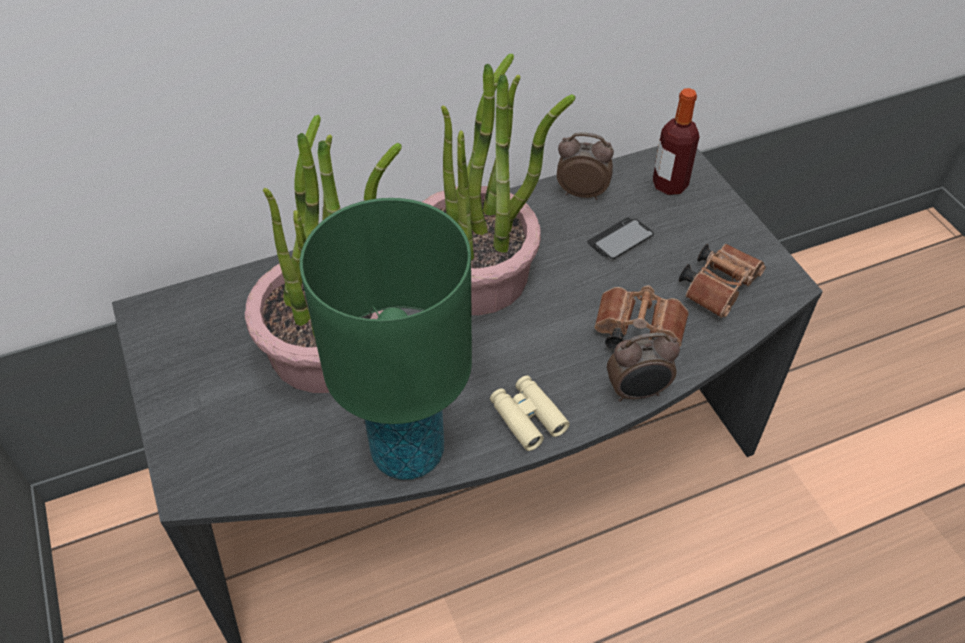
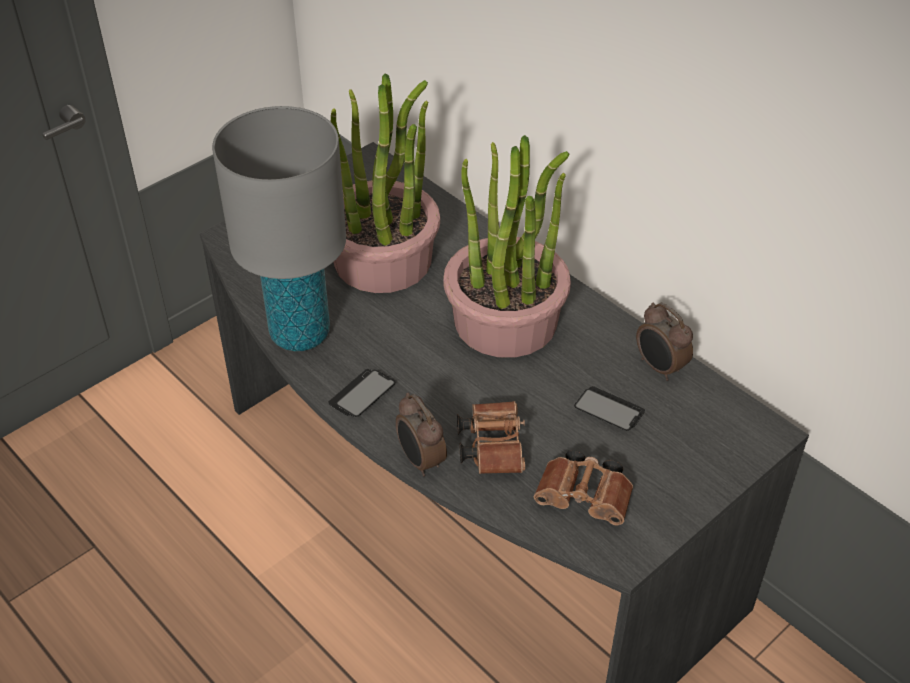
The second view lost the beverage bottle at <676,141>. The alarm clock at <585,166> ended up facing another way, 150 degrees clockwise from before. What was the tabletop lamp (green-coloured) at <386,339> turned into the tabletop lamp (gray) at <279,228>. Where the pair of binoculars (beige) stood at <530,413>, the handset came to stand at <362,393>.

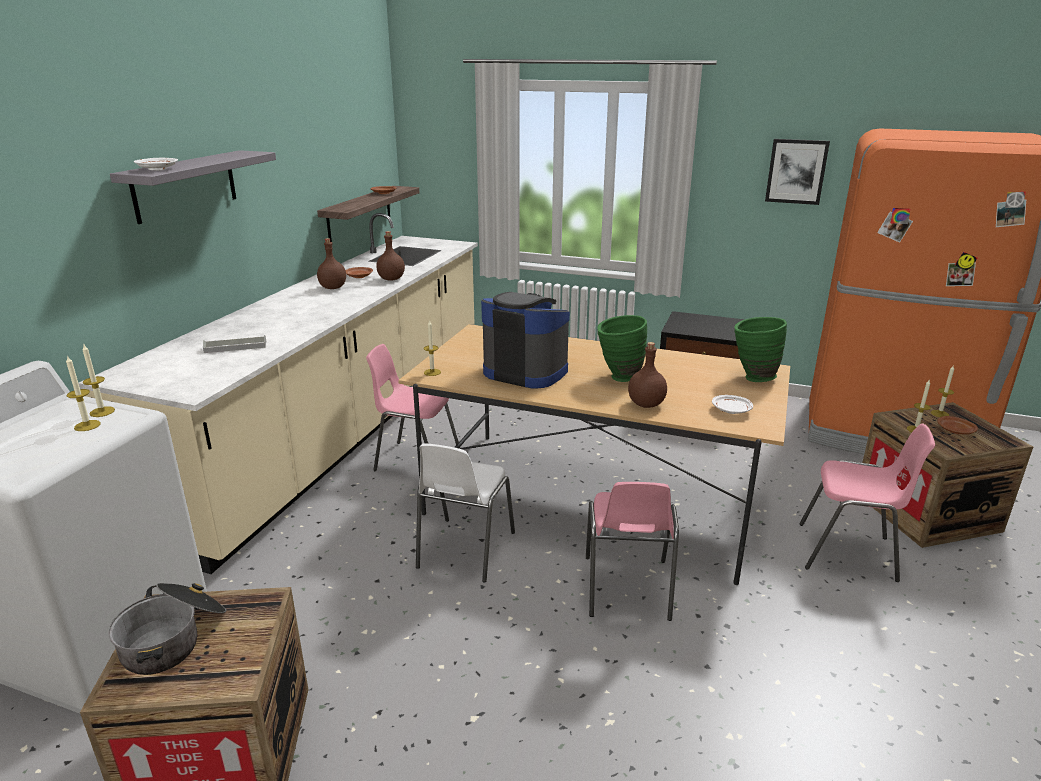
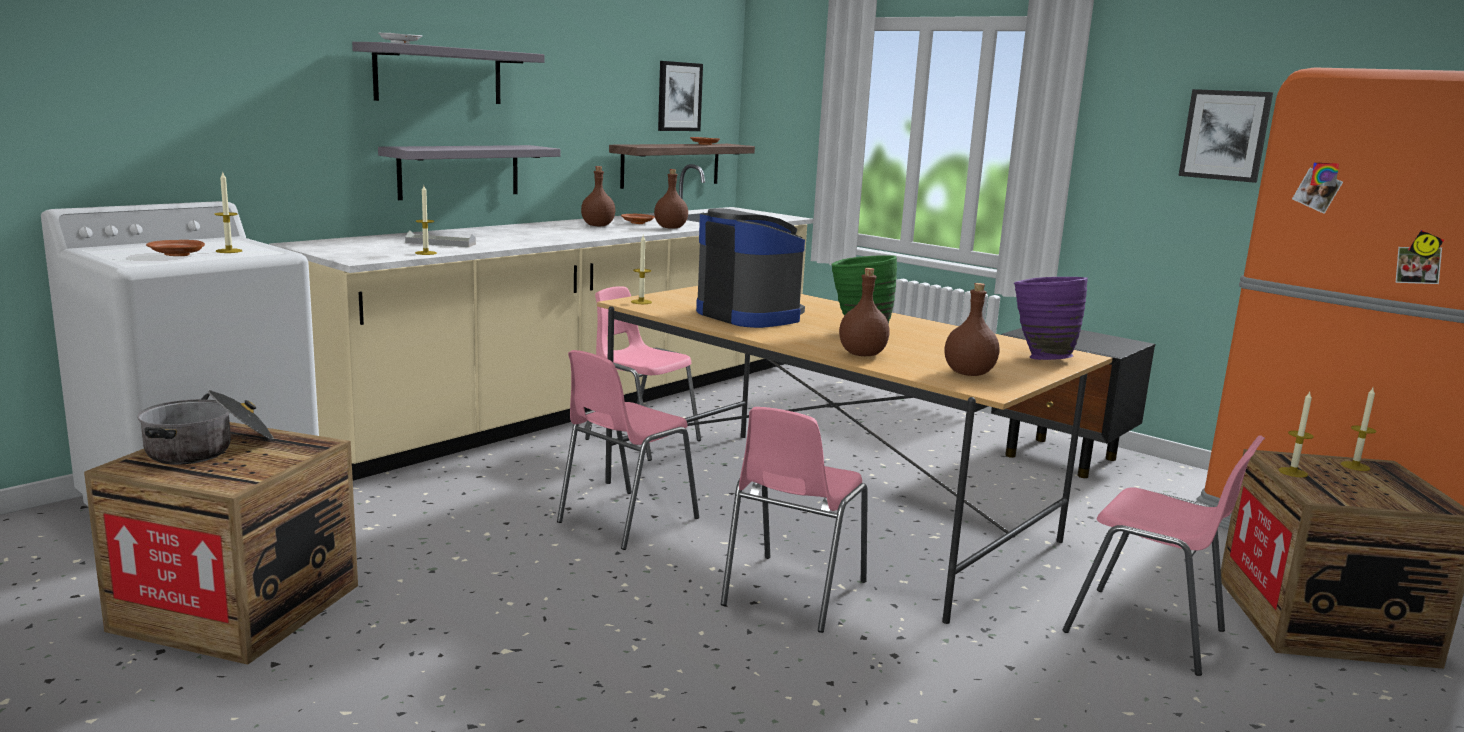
What was the decorative vase (green-coloured) at <760,349> turned into the decorative vase (purple) at <1051,318>. The candle ended up elsewhere, having gone from <98,380> to <426,220>. Where the dinner plate (white) stood at <732,404>, the beverage bottle (brown) came to stand at <972,329>. The dinner plate (brown) ended up elsewhere, having gone from <957,425> to <175,248>. What was the upright chair (white) at <465,512> turned into the upright chair (pinkish) at <628,450>. The second view gained the wall art at <680,96>. The second view gained the bracket shelf (gray) at <469,172>.

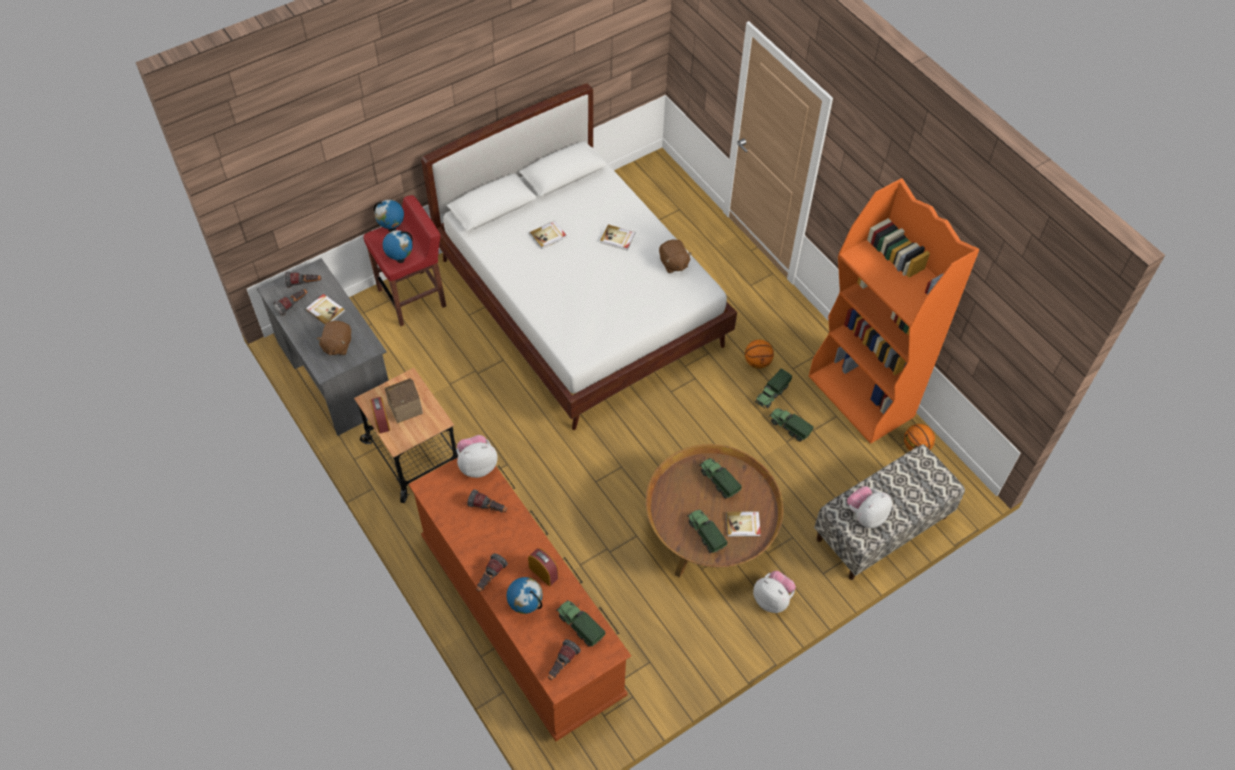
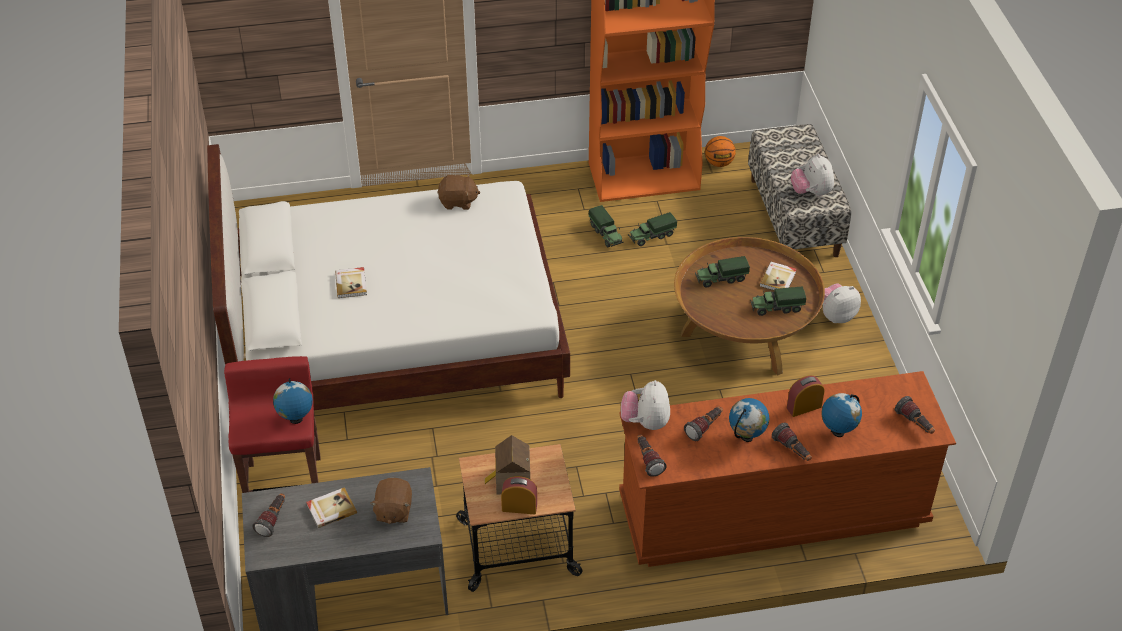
The world globe ended up elsewhere, having gone from <389,216> to <749,420>. The second view lost the volume at <617,237>. The flashlight ended up elsewhere, having gone from <290,302> to <652,456>. The soft toy (brown) at <334,338> ended up facing another way, 60 degrees clockwise from before. The second view lost the ball for basketball at <759,354>. The second view lost the model truck at <581,623>.

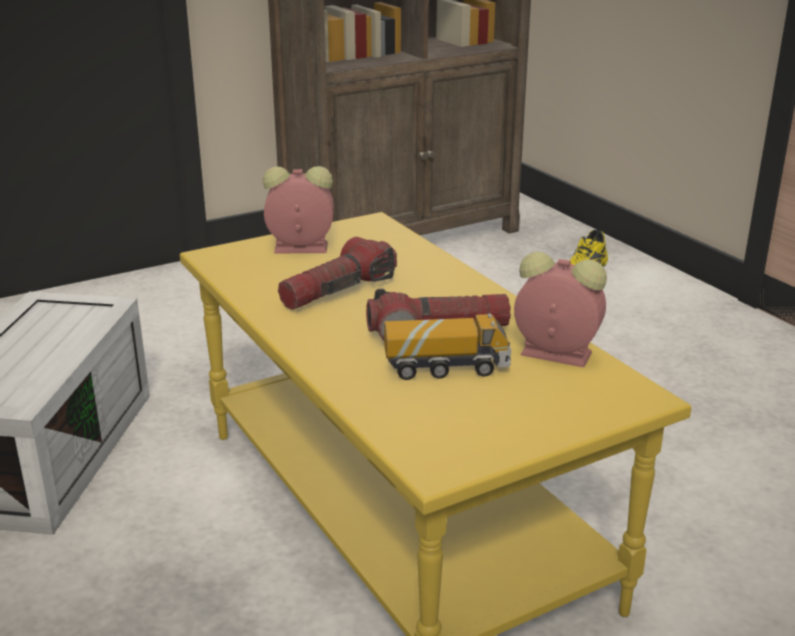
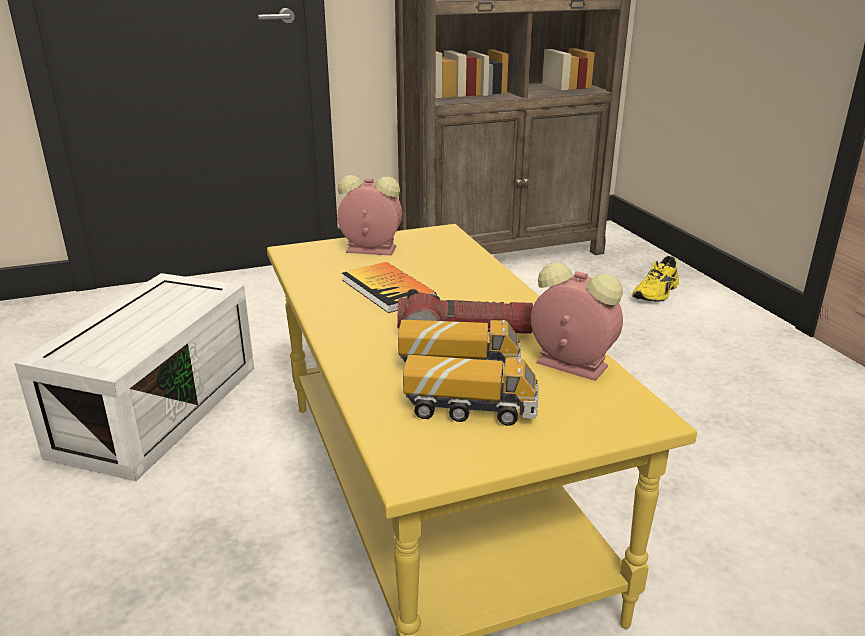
Where the flashlight stood at <337,273>, the volume came to stand at <389,287>. The second view gained the model truck at <471,390>.

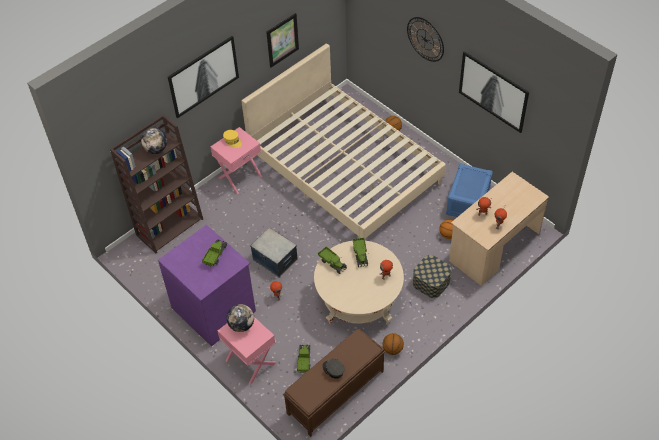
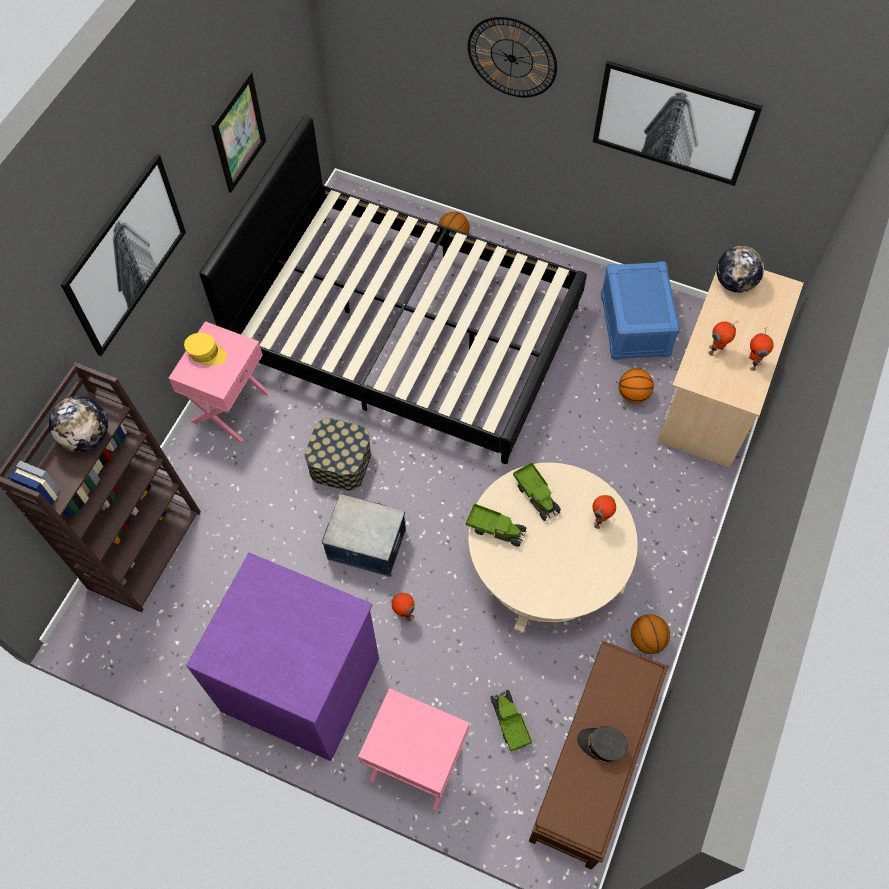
What was the bed (beige) at <343,142> turned into the bed (black-coloured) at <393,290>. The second view lost the model truck at <214,252>. The storage container ended up elsewhere, having gone from <432,276> to <338,454>. The world globe ended up elsewhere, having gone from <240,318> to <740,269>.

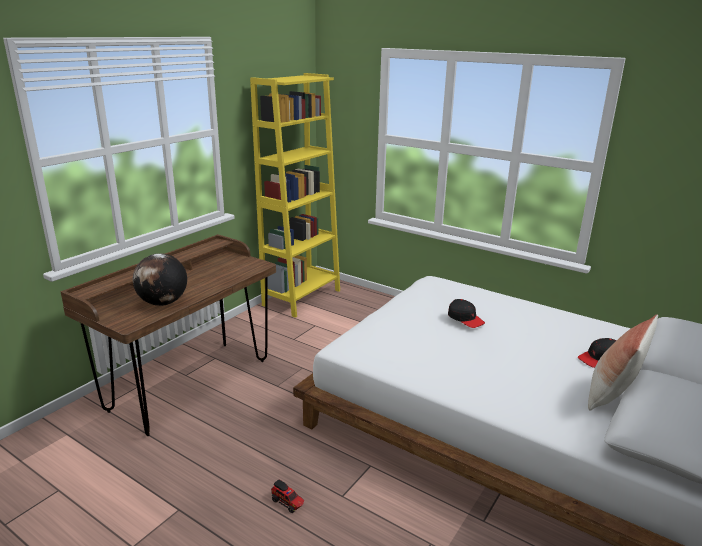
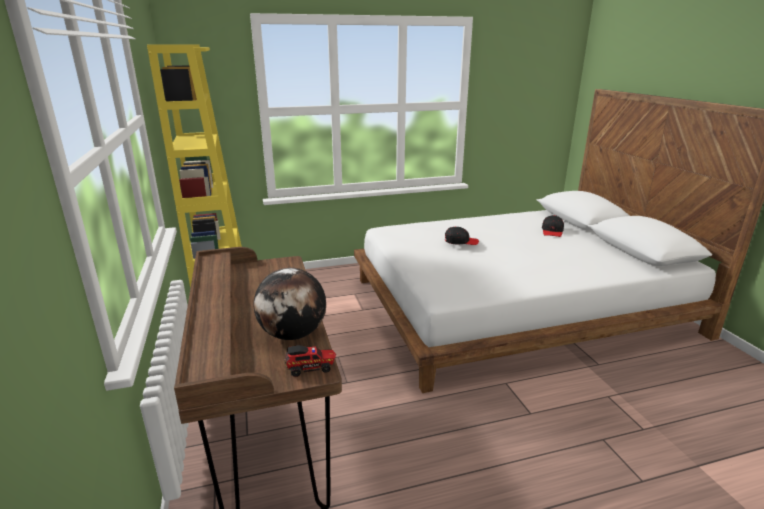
The second view lost the throw pillow at <623,362>. The model truck ended up elsewhere, having gone from <287,496> to <310,361>.

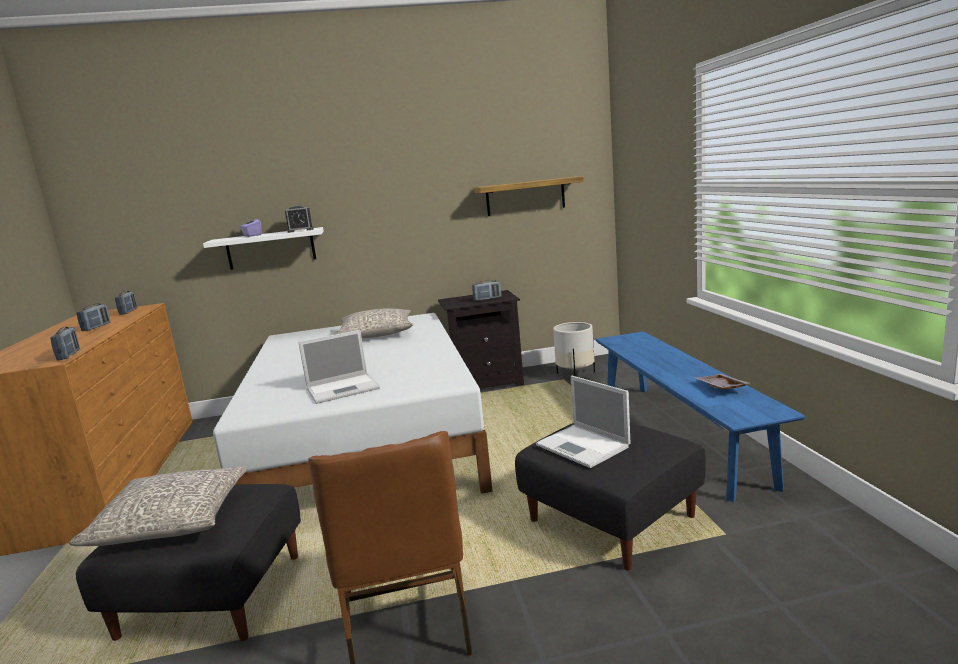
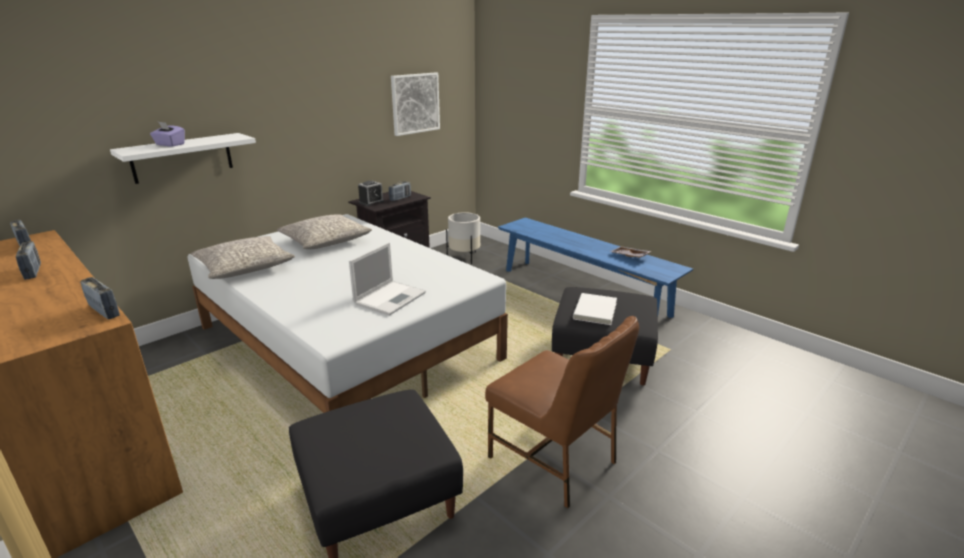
Where the bracket shelf hung at <529,196>, the wall art came to hang at <415,104>. The alarm clock ended up elsewhere, having gone from <299,219> to <371,193>. Where the notebook computer stood at <583,422>, the volume (white) came to stand at <595,309>. The throw pillow (gray) ended up elsewhere, having gone from <158,506> to <243,257>.

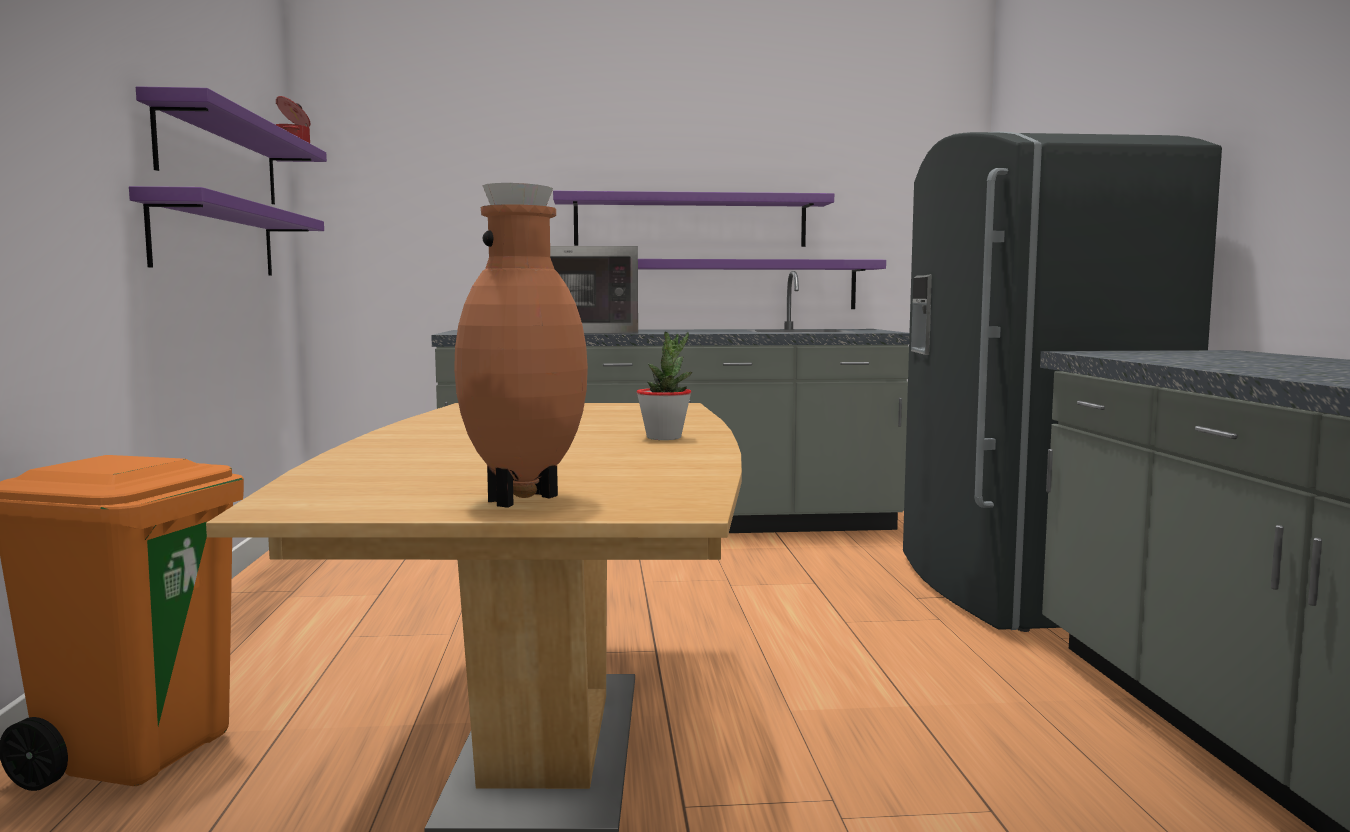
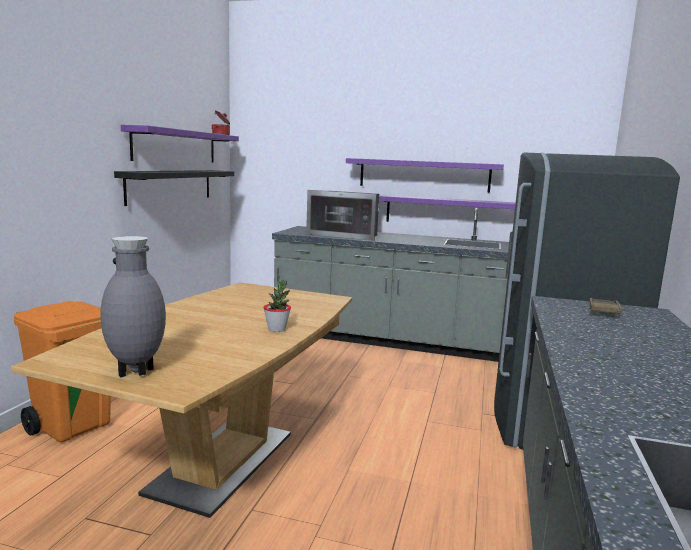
What was the decorative vase (brown) at <521,345> turned into the decorative vase (gray) at <133,306>. What was the bracket shelf (purple) at <226,231> turned into the bracket shelf (black-coloured) at <174,188>. The second view gained the tray (brown) at <605,307>.

